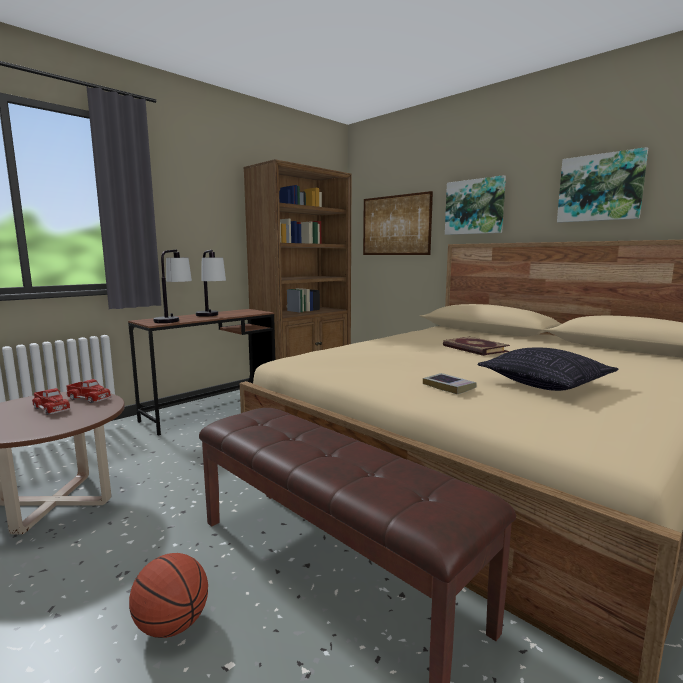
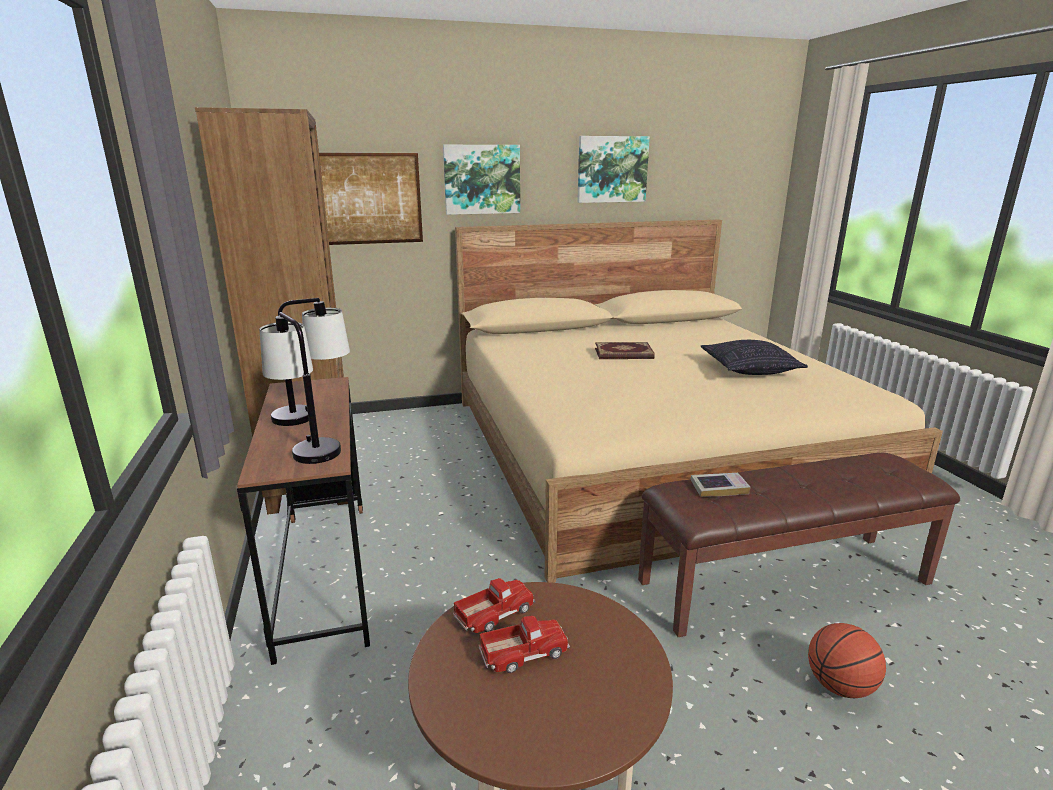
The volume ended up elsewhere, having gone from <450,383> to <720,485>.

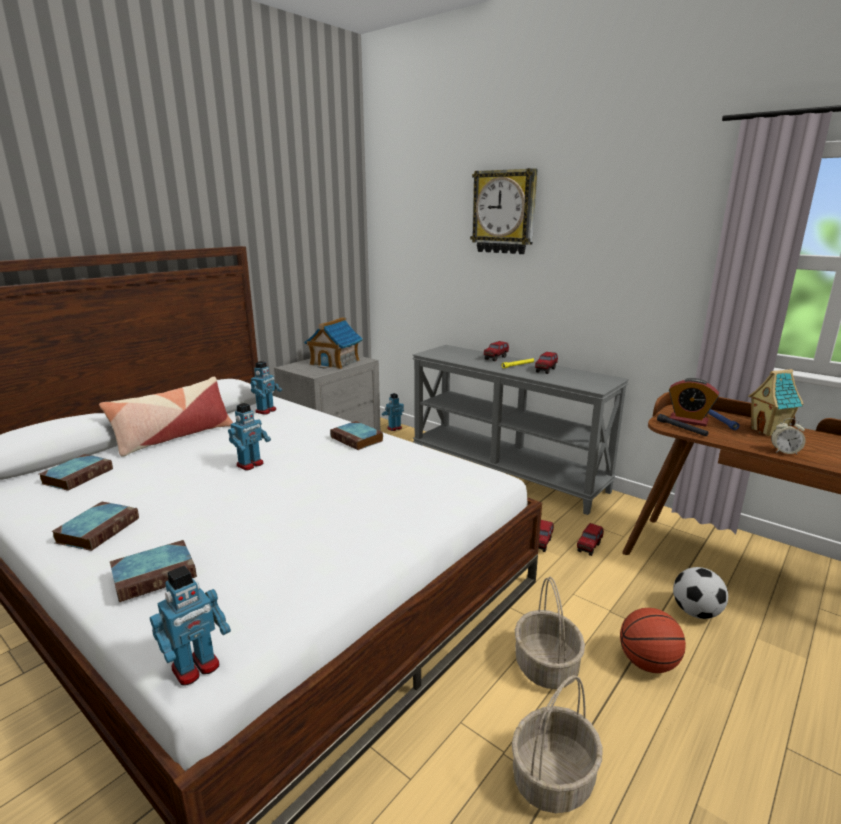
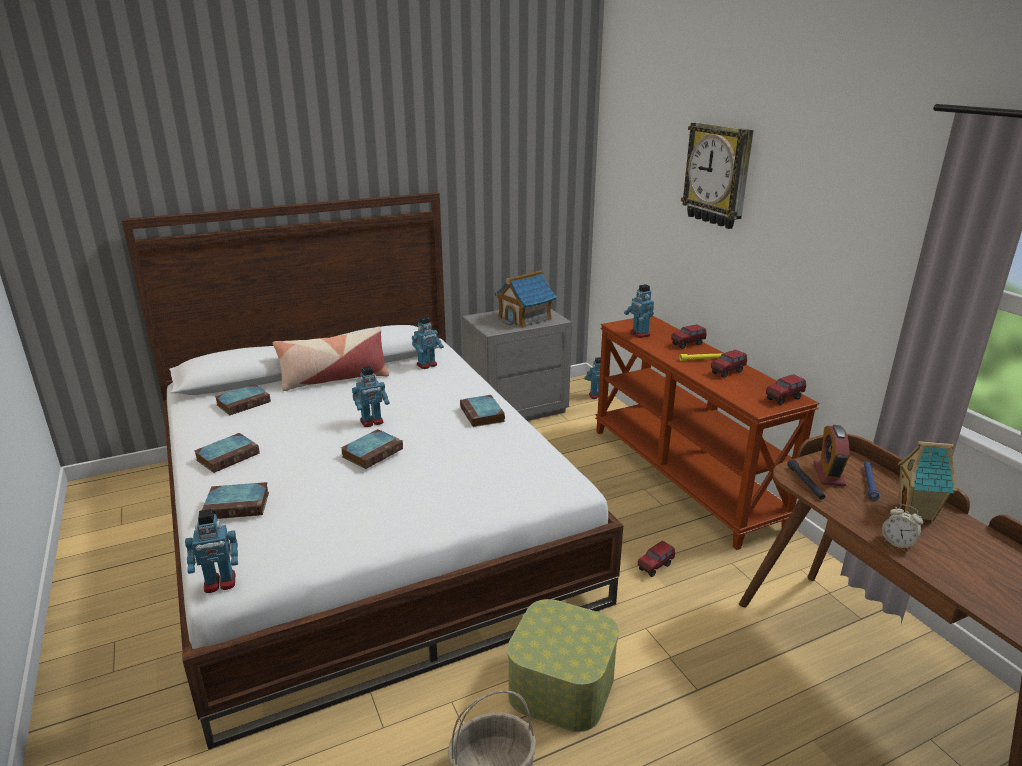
What was the console table (gray) at <521,430> turned into the console table (brown) at <707,433>. The alarm clock at <694,402> ended up facing another way, 45 degrees clockwise from before. The model truck ended up elsewhere, having gone from <590,539> to <786,389>. The second view lost the football at <700,593>. Where the basket stood at <550,633>, the storage container came to stand at <563,665>. The second view lost the ball for basketball at <653,640>. The second view gained the model robot at <639,311>. The second view gained the volume at <372,449>.

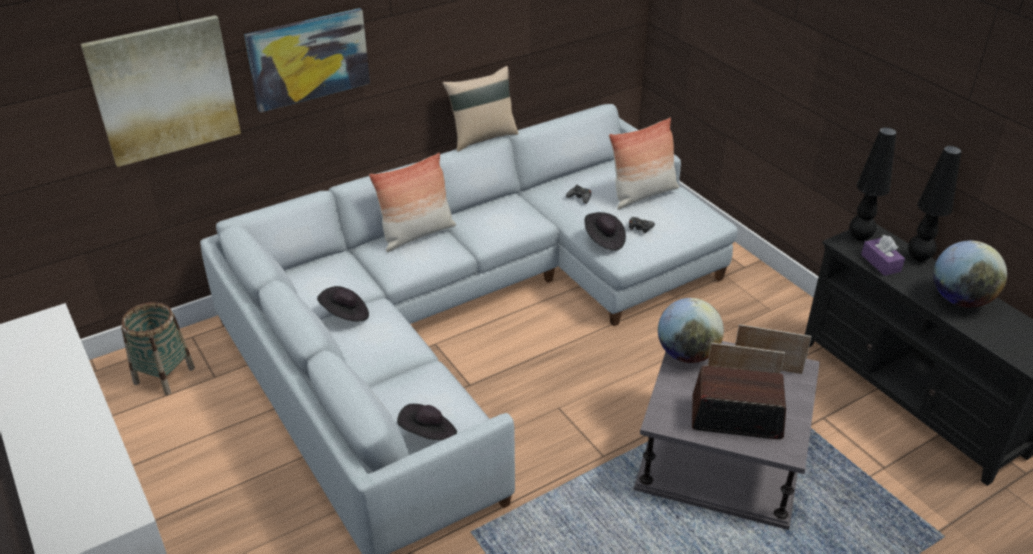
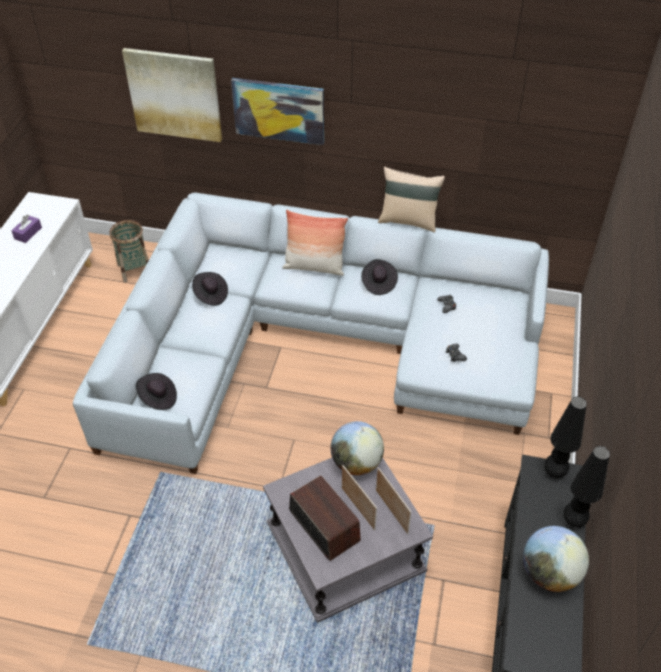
The second view lost the throw pillow at <644,163>. The wearable hat (black-coloured) ended up elsewhere, having gone from <605,231> to <379,277>. The tissue holder (purple) ended up elsewhere, having gone from <883,255> to <26,229>.

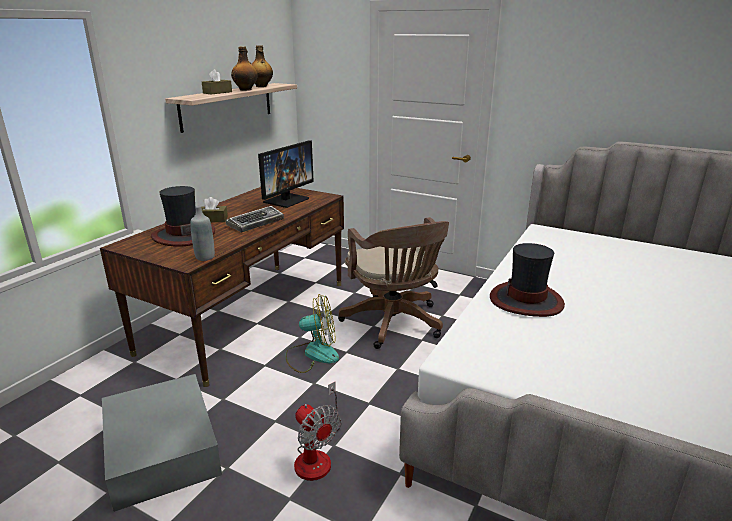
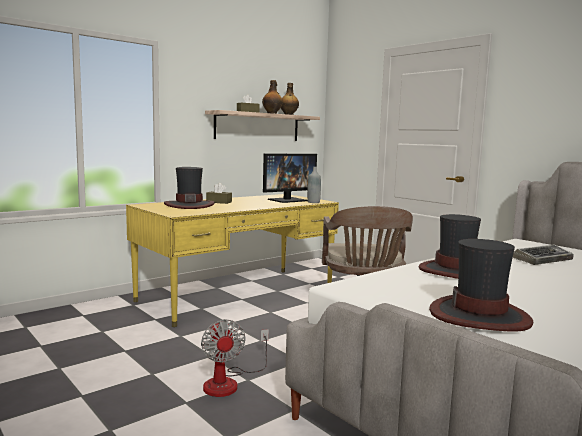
What was the desk table (brown) at <222,287> turned into the desk table (yellow-coloured) at <232,260>. The beverage bottle (gray) ended up elsewhere, having gone from <202,233> to <314,185>. The computer keyboard ended up elsewhere, having gone from <255,219> to <543,255>. The second view lost the fan at <312,333>. The second view lost the storage container (gray) at <162,443>. The second view gained the wearable hat at <481,285>.

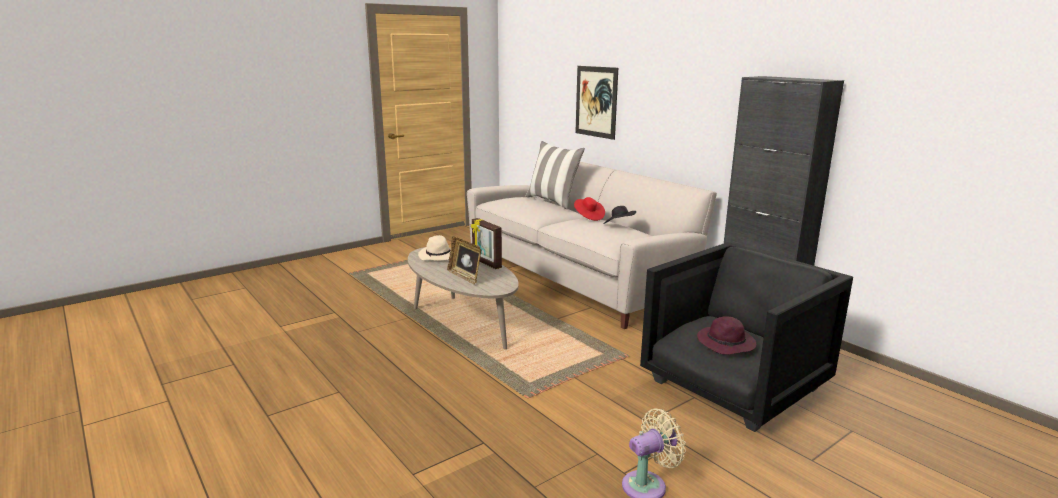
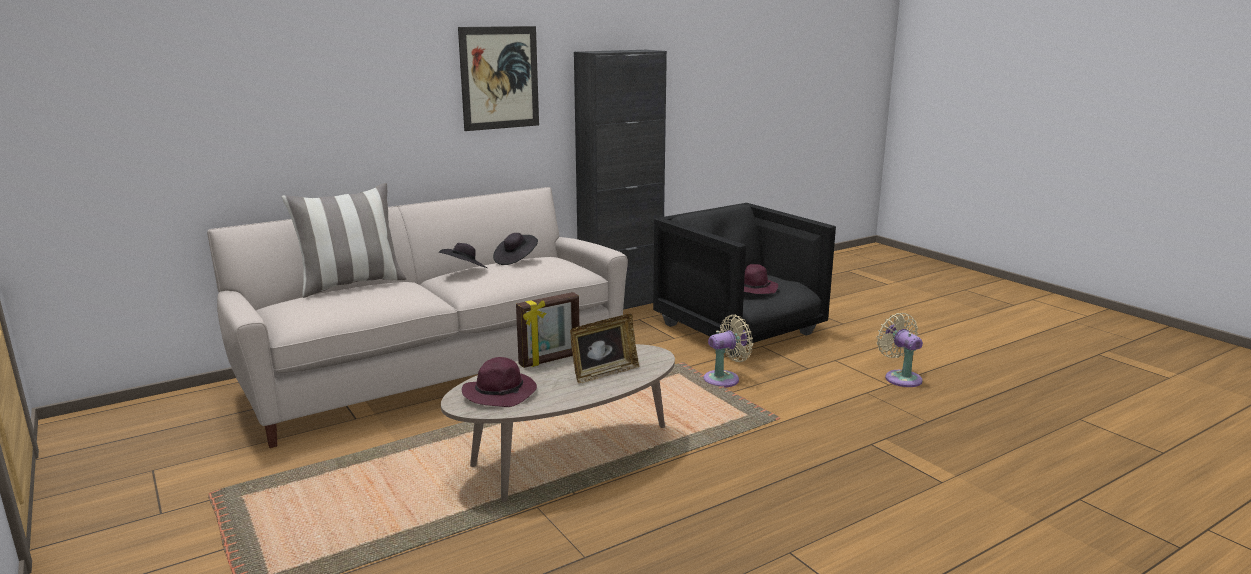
The wall art ended up elsewhere, having gone from <596,103> to <498,78>. What was the wearable hat (red) at <589,209> turned into the wearable hat (black-coloured) at <463,255>. What was the wearable hat (beige) at <434,248> turned into the wearable hat (purple) at <499,382>. The second view gained the fan (beige) at <728,351>.

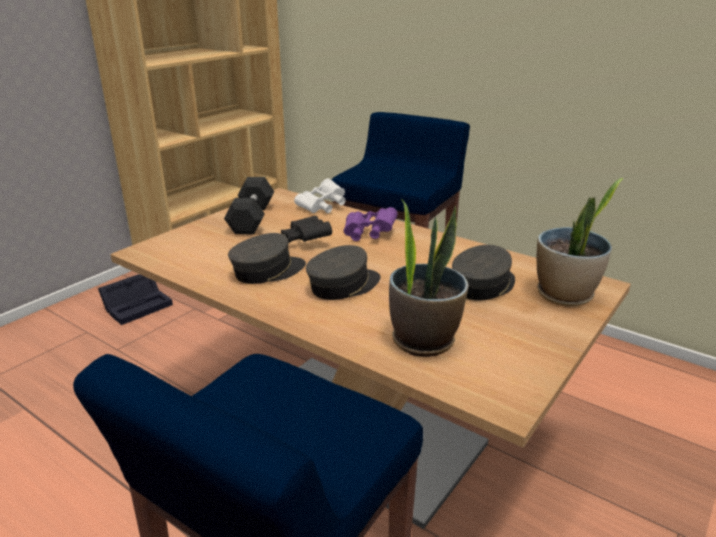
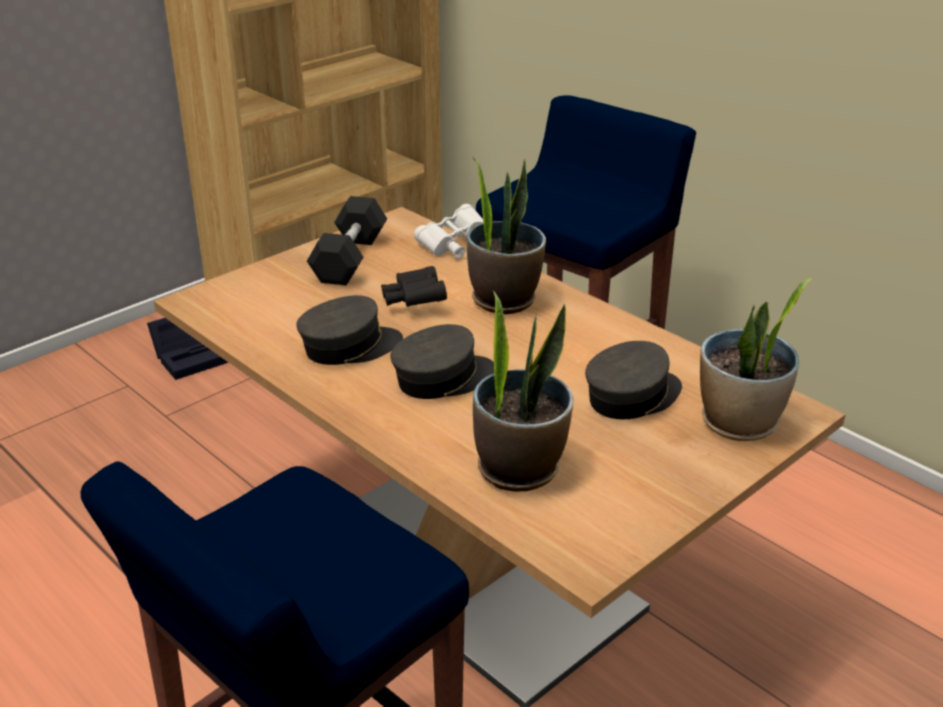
Where the pair of binoculars (purple) stood at <371,224>, the houseplant came to stand at <506,236>.

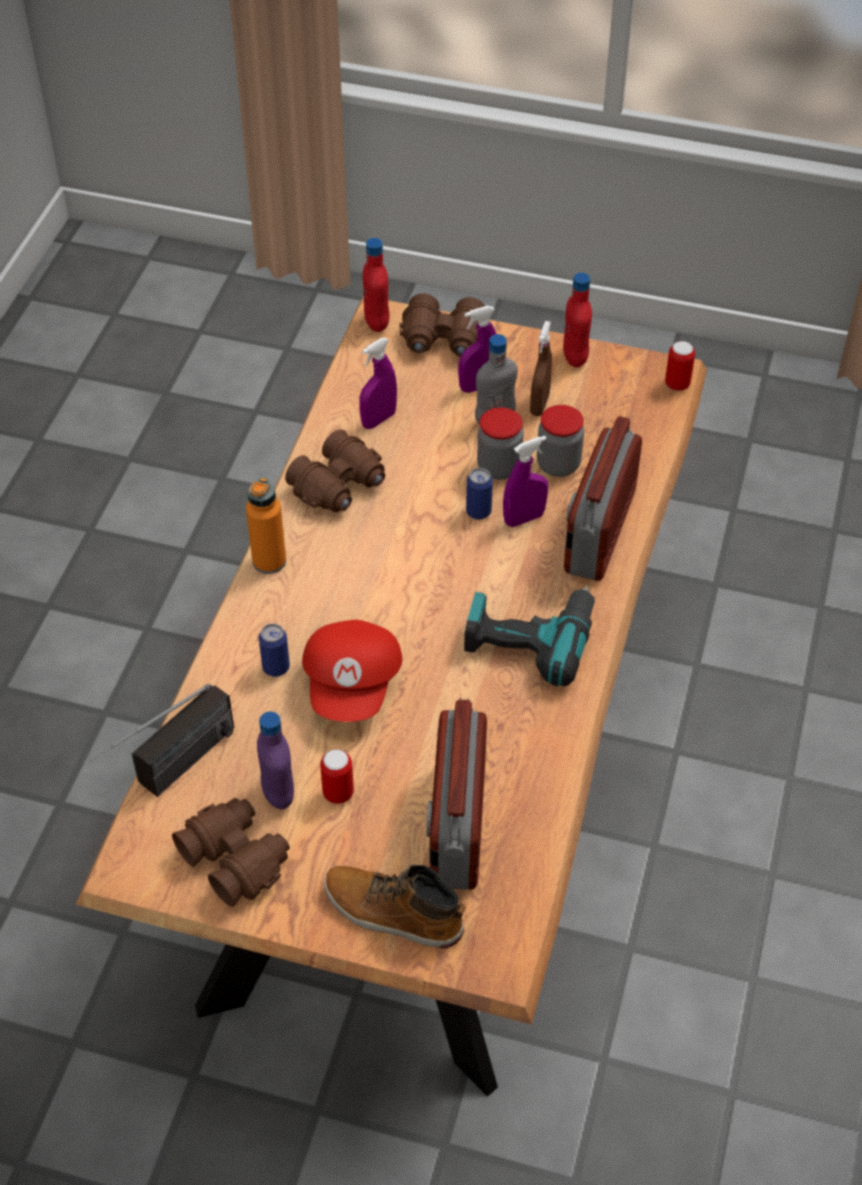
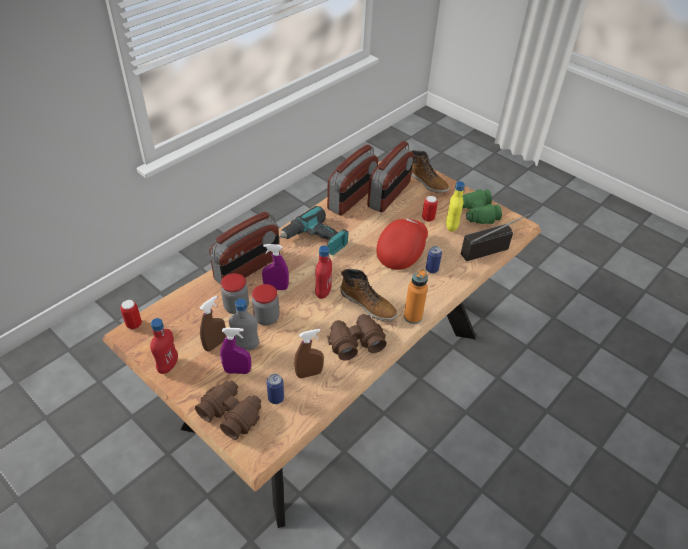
The beverage bottle (red) ended up elsewhere, having gone from <376,285> to <323,272>. What was the sprayer (purple) at <378,383> turned into the sprayer (brown) at <309,353>. The sealed can ended up elsewhere, having gone from <479,494> to <275,388>. What was the beverage bottle (purple) at <275,760> turned into the beverage bottle (yellow-coloured) at <455,206>. What was the pair of binoculars (brown) at <231,852> turned into the pair of binoculars (green-coloured) at <482,206>. The second view gained the radio set at <352,179>. The second view gained the boot at <369,295>.

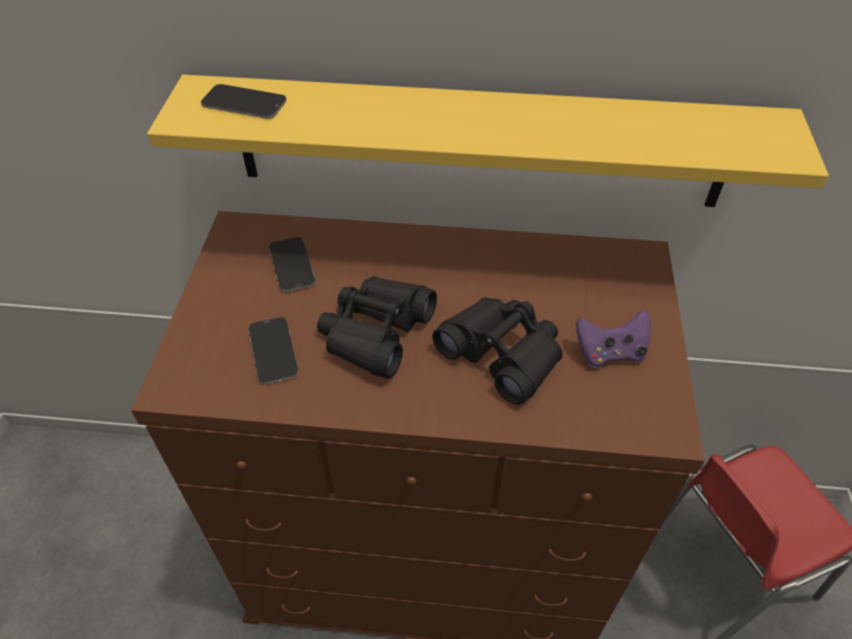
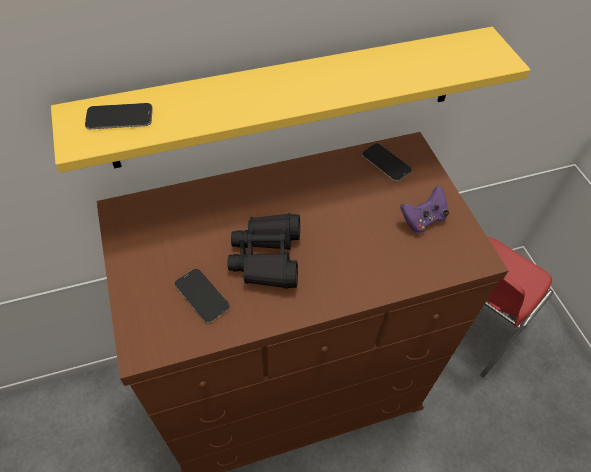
The handset ended up elsewhere, having gone from <292,264> to <387,162>. The second view lost the pair of binoculars (black-coloured) at <497,351>.

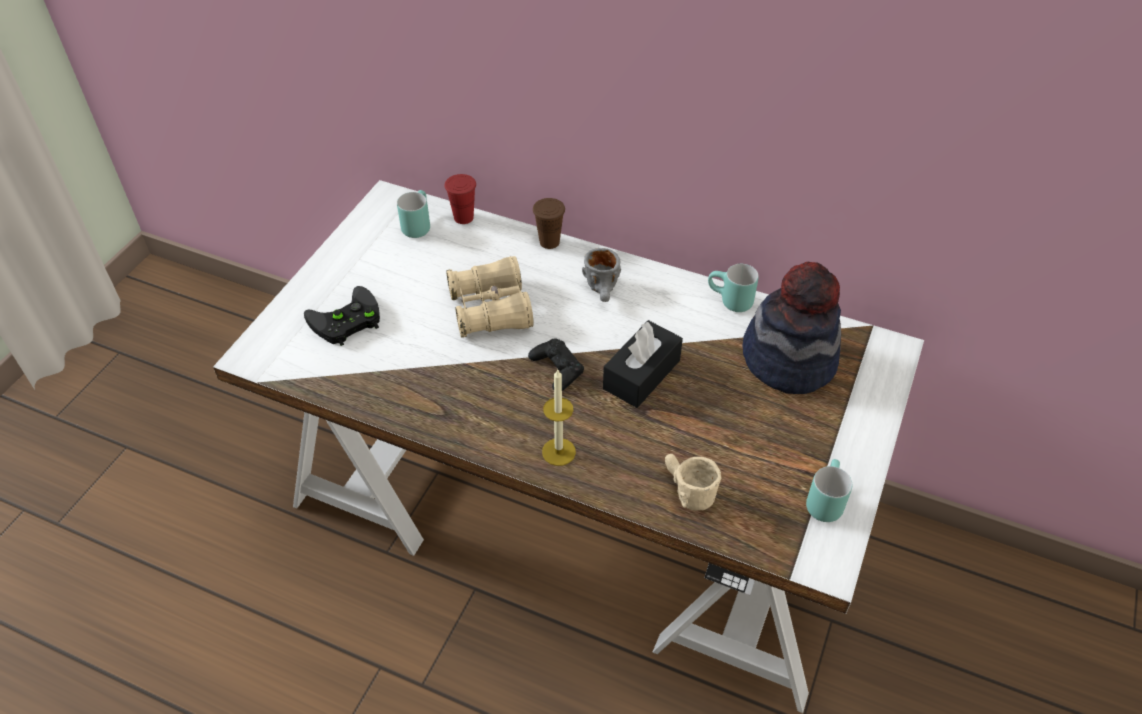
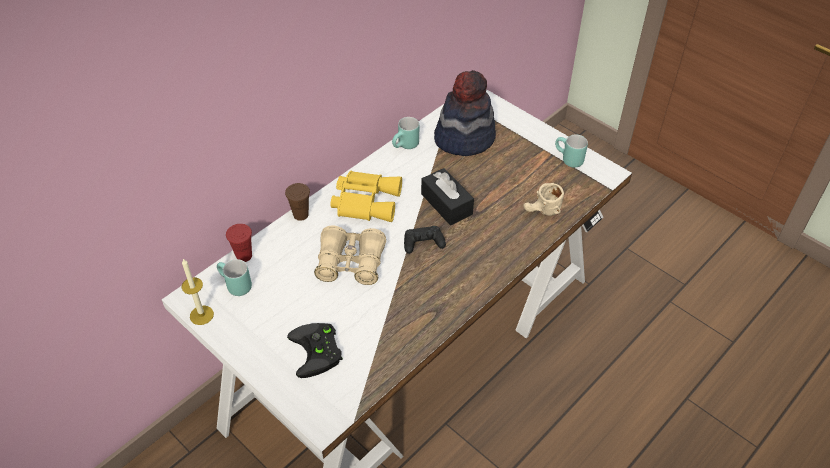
Where the coffee mug (gray) stood at <601,275>, the pair of binoculars (yellow-coloured) came to stand at <366,196>. The candle ended up elsewhere, having gone from <559,417> to <198,292>.

